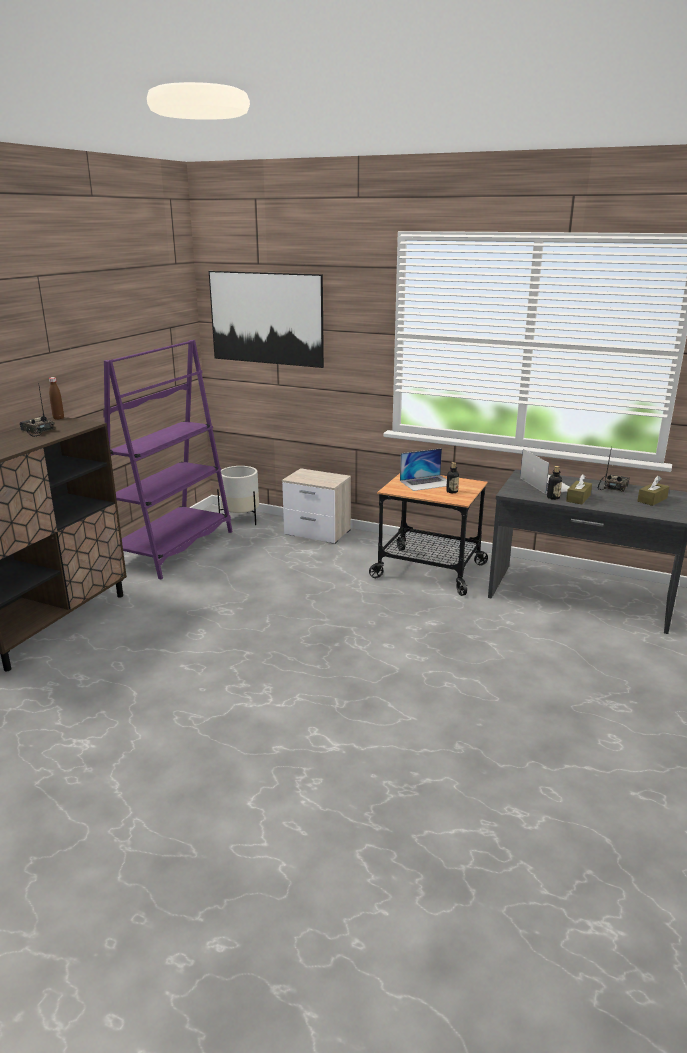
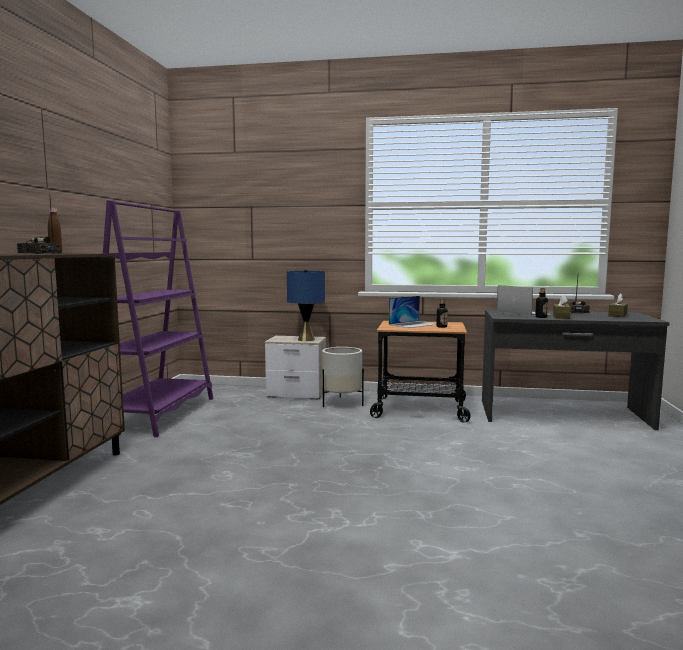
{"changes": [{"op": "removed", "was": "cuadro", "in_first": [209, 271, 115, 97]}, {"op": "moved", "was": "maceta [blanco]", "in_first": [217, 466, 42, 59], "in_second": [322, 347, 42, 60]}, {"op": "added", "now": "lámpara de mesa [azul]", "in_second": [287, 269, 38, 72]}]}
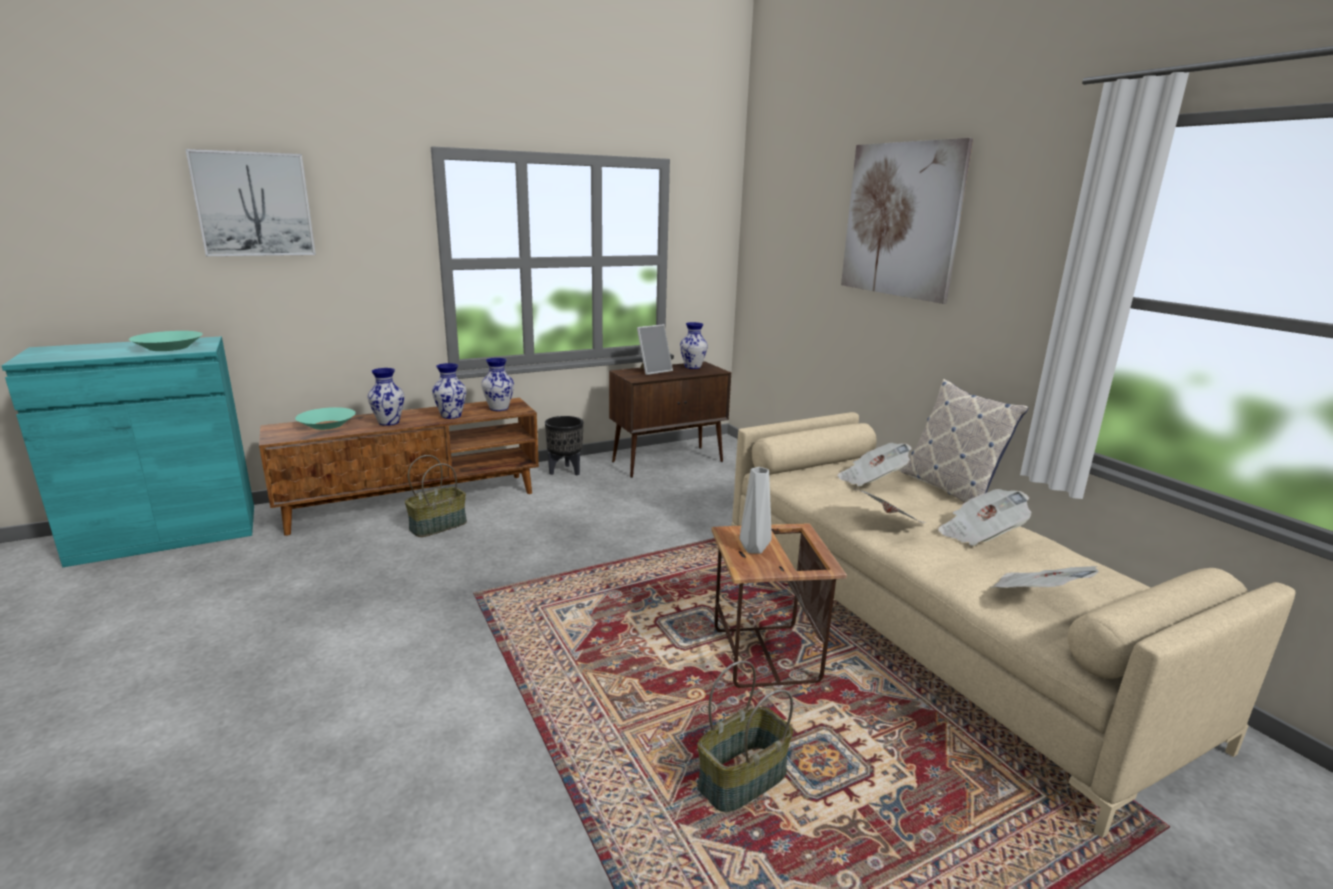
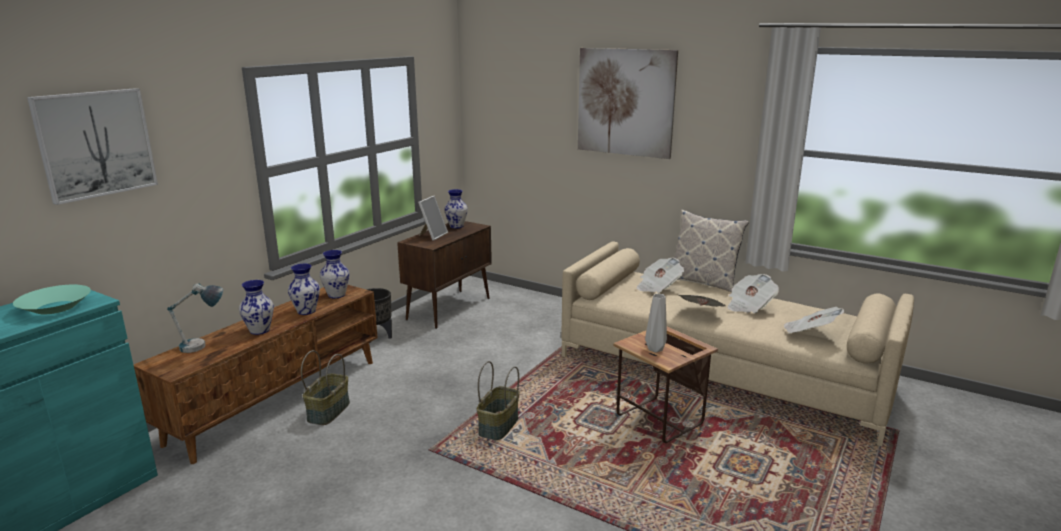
{"changes": [{"op": "replaced", "was": "cuenco [turquesa]", "now": "lámpara de mesa", "in_first": [295, 407, 61, 23], "in_second": [167, 283, 56, 70]}, {"op": "moved", "was": "cesta", "in_first": [697, 661, 96, 151], "in_second": [477, 361, 42, 79]}]}
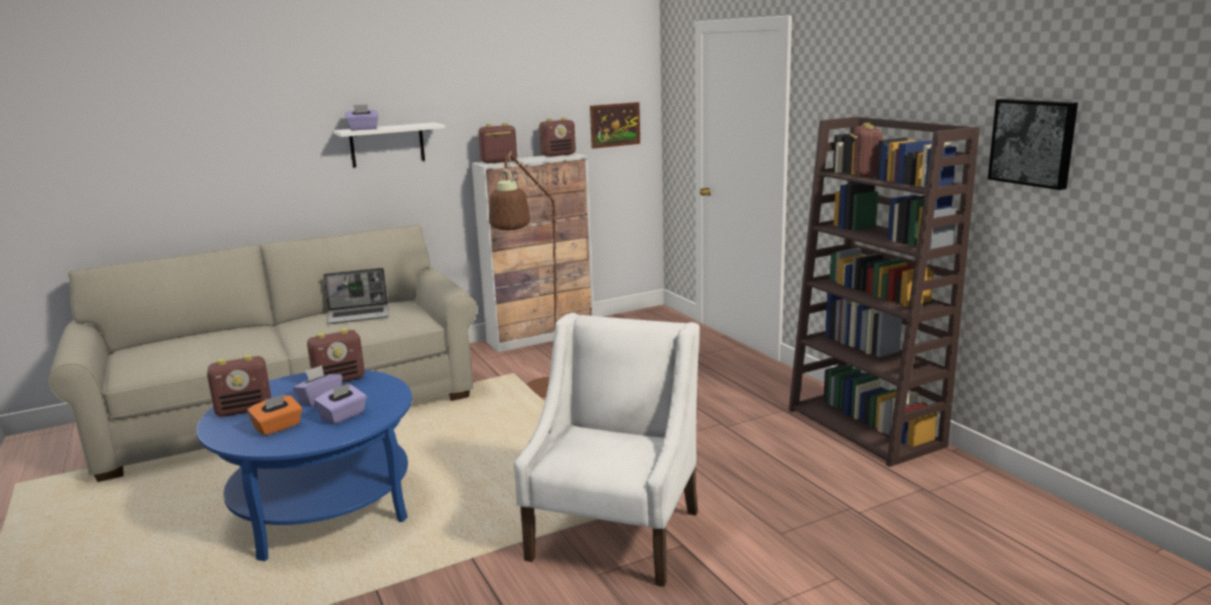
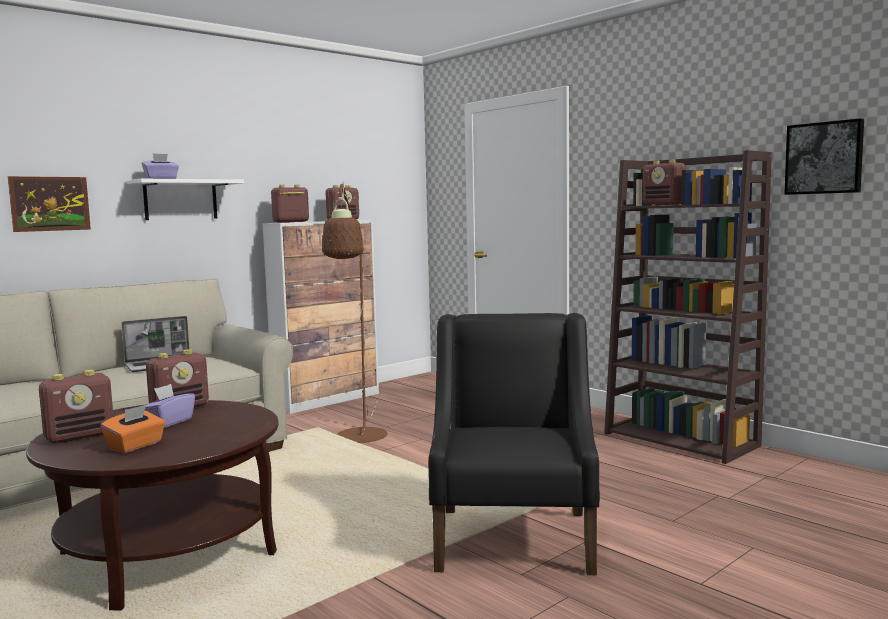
{"changes": [{"op": "moved", "was": "cuadro", "in_first": [590, 102, 50, 47], "in_second": [8, 176, 83, 56]}, {"op": "turned", "was": "radio", "in_first": [850, 123, 33, 54], "in_second": [643, 160, 43, 45], "clockwise": 150}, {"op": "recoloured", "was": "sillón [blanco]", "now": "sillón [negro]", "in_first": [514, 313, 186, 274], "in_second": [429, 313, 171, 262]}, {"op": "recoloured", "was": "mesa de centro [azul]", "now": "mesa de centro [marrón]", "in_first": [196, 370, 216, 191], "in_second": [26, 400, 252, 210]}, {"op": "removed", "was": "caja de pañuelos [morado]", "in_first": [314, 383, 53, 41]}]}
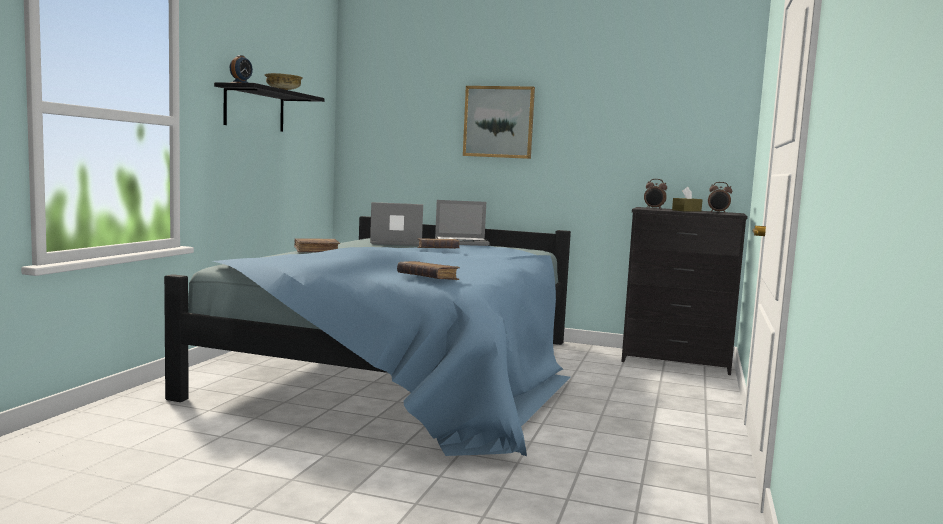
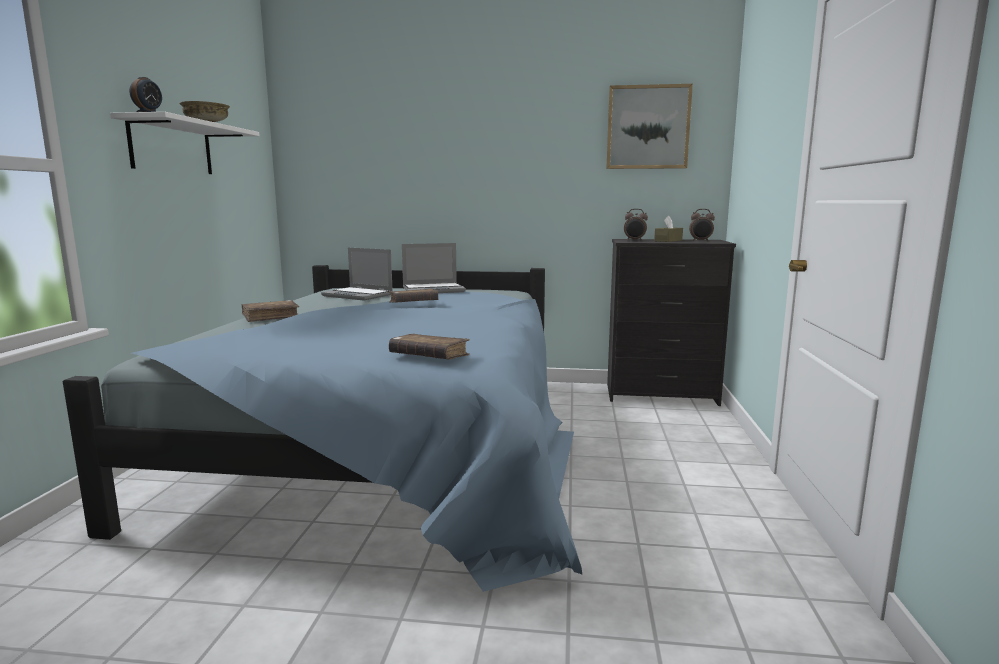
{"changes": [{"op": "recoloured", "was": "estante [negro]", "now": "estante [blanco]", "in_first": [214, 82, 110, 50], "in_second": [110, 112, 149, 62]}, {"op": "moved", "was": "cuadro", "in_first": [463, 86, 72, 73], "in_second": [606, 84, 87, 85]}, {"op": "turned", "was": "portátil", "in_first": [370, 202, 53, 44], "in_second": [321, 248, 72, 53], "clockwise": -135}]}
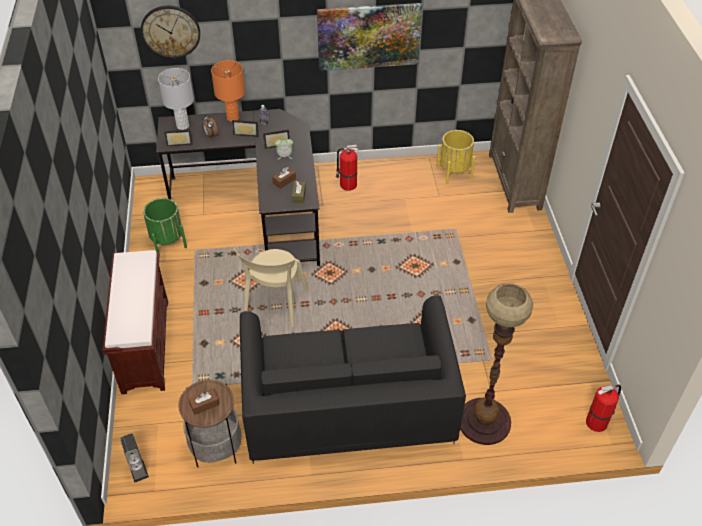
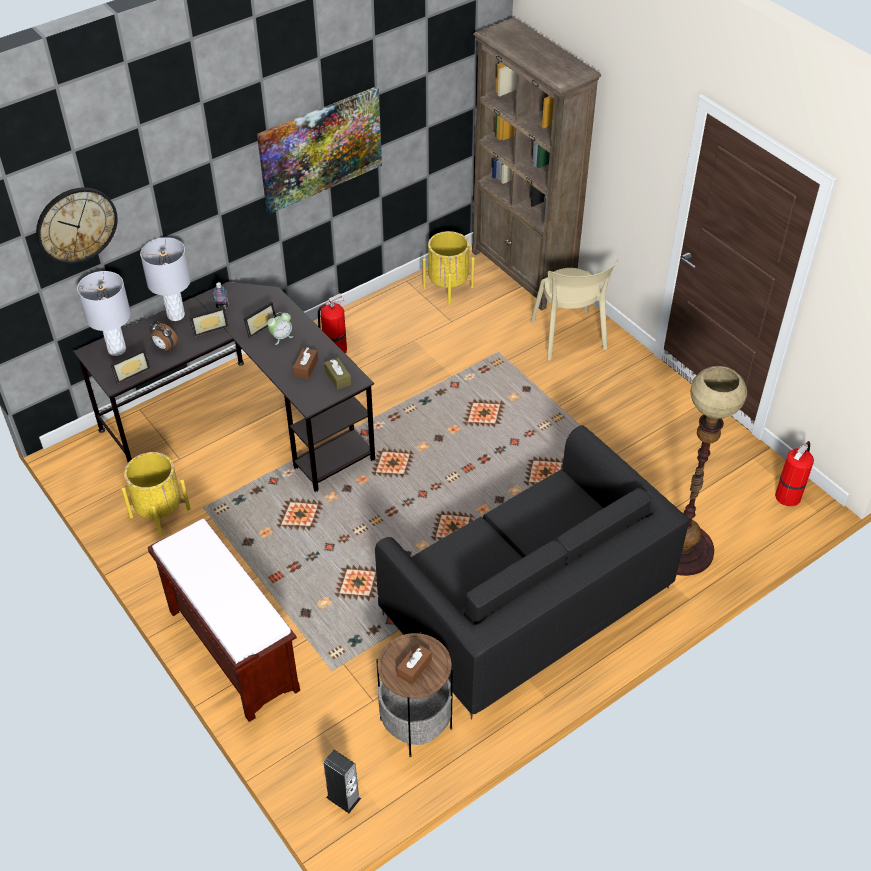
{"changes": [{"op": "recoloured", "was": "lámpara de mesa [naranja]", "now": "lámpara de mesa [gris]", "in_first": [211, 60, 34, 62], "in_second": [140, 237, 51, 84]}, {"op": "recoloured", "was": "maceta [verde]", "now": "maceta [amarillo]", "in_first": [143, 198, 44, 59], "in_second": [121, 452, 70, 85]}, {"op": "moved", "was": "silla [beis]", "in_first": [234, 247, 74, 80], "in_second": [530, 259, 89, 101]}]}
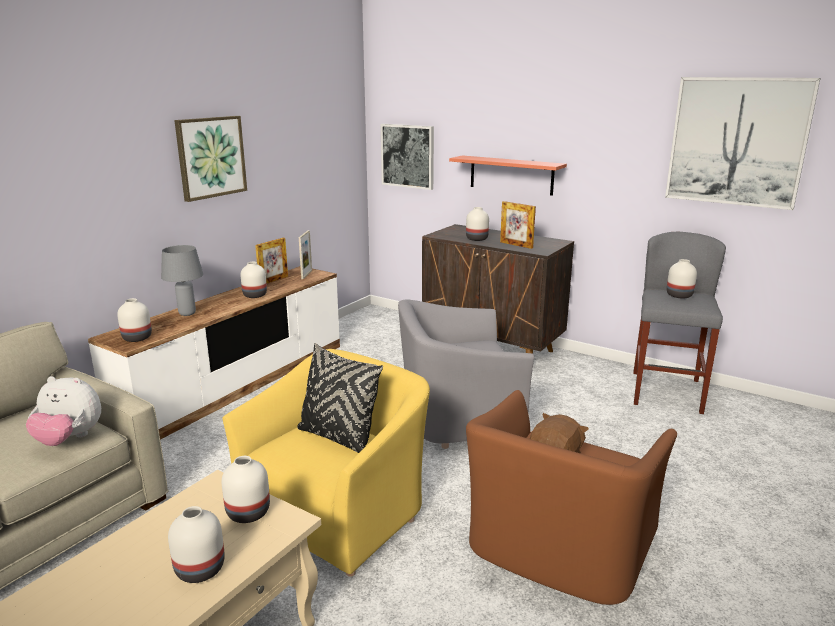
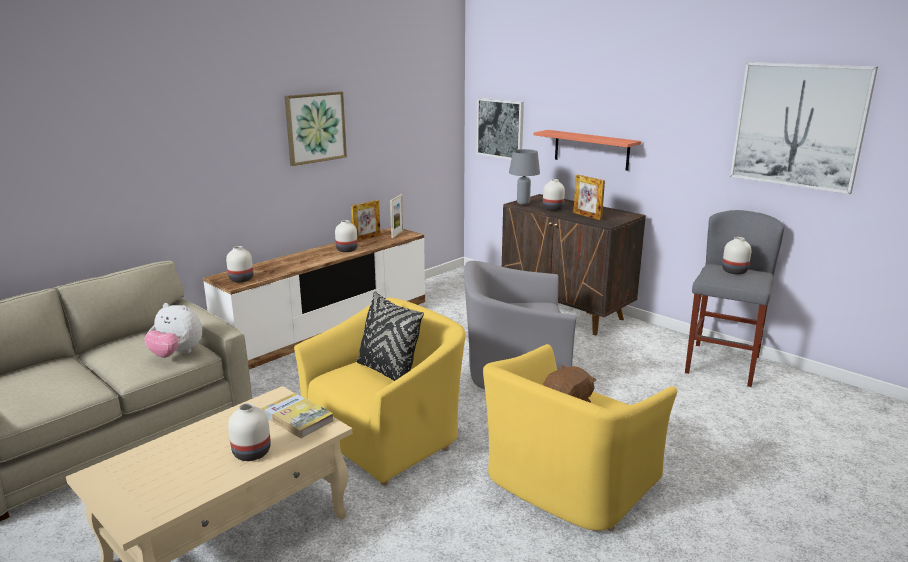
{"changes": [{"op": "moved", "was": "lámpara de mesa [gris]", "in_first": [161, 245, 42, 71], "in_second": [509, 149, 31, 56]}, {"op": "recoloured", "was": "sillón [marrón]", "now": "sillón [amarillo]", "in_first": [466, 390, 211, 215], "in_second": [483, 344, 194, 187]}, {"op": "replaced", "was": "florero [blanco]", "now": "libro", "in_first": [222, 456, 48, 67], "in_second": [262, 393, 72, 45]}]}
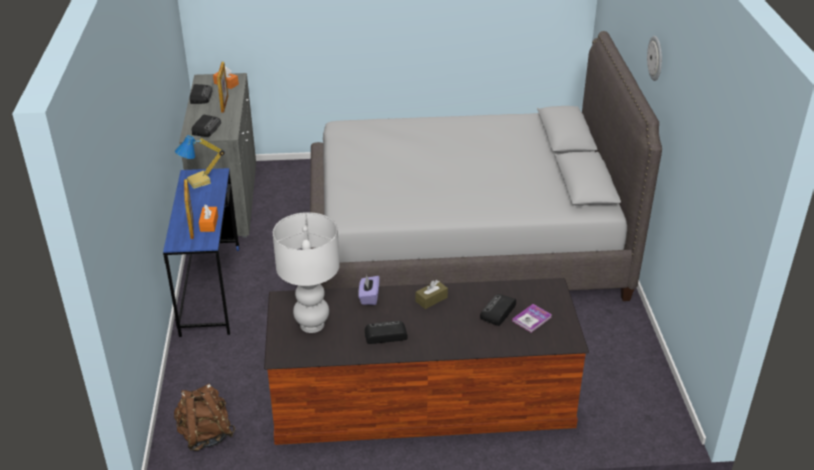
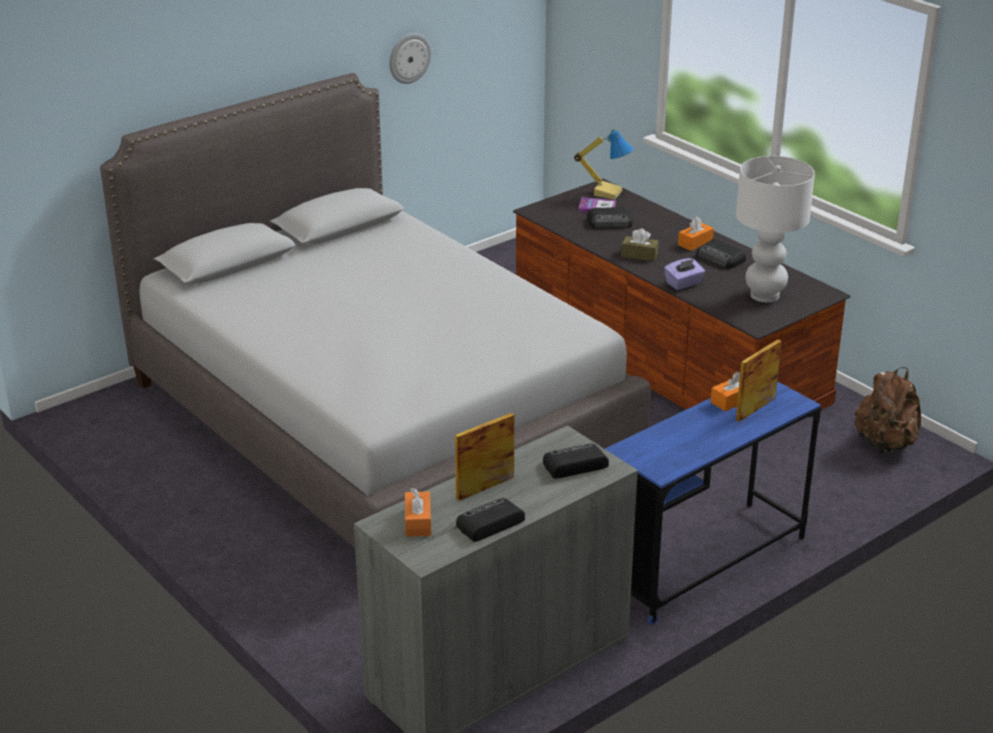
{"changes": [{"op": "moved", "was": "reloj de pared", "in_first": [647, 36, 15, 45], "in_second": [389, 33, 43, 51]}, {"op": "moved", "was": "lámpara de mesa", "in_first": [175, 135, 50, 54], "in_second": [574, 129, 60, 70]}, {"op": "added", "now": "caja de pañuelos [naranja]", "in_second": [678, 217, 36, 34]}]}
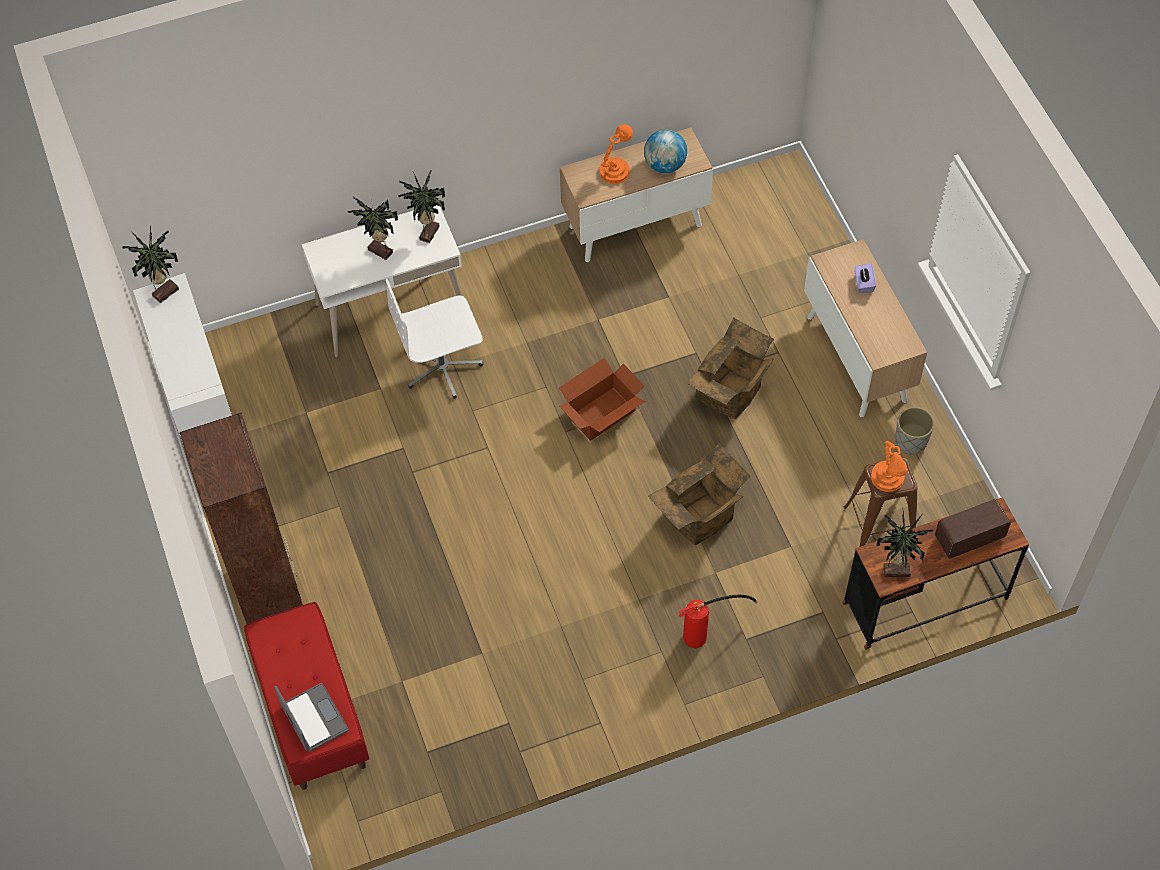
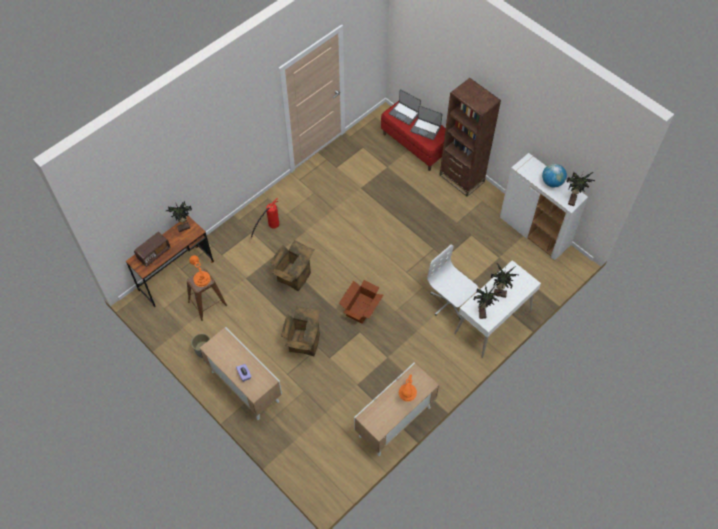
{"changes": [{"op": "moved", "was": "globo terráqueo", "in_first": [644, 129, 43, 44], "in_second": [542, 163, 25, 24]}, {"op": "turned", "was": "silla de oficina [blanco]", "in_first": [386, 279, 97, 120], "in_second": [427, 245, 51, 74], "clockwise": -90}, {"op": "added", "now": "portátil", "in_second": [410, 105, 32, 35]}]}
